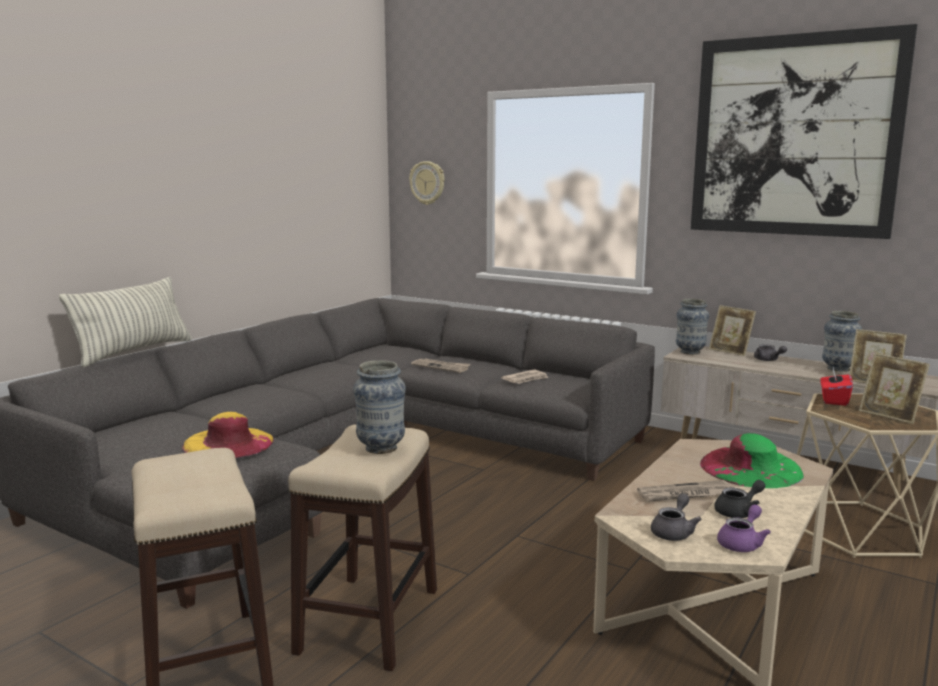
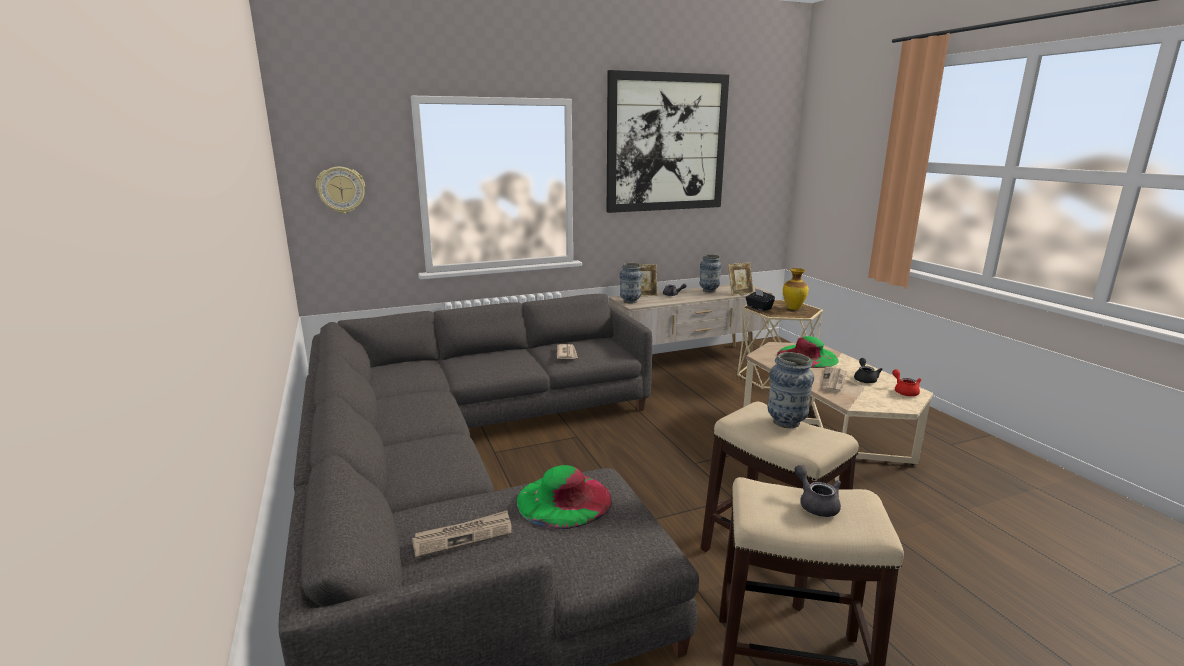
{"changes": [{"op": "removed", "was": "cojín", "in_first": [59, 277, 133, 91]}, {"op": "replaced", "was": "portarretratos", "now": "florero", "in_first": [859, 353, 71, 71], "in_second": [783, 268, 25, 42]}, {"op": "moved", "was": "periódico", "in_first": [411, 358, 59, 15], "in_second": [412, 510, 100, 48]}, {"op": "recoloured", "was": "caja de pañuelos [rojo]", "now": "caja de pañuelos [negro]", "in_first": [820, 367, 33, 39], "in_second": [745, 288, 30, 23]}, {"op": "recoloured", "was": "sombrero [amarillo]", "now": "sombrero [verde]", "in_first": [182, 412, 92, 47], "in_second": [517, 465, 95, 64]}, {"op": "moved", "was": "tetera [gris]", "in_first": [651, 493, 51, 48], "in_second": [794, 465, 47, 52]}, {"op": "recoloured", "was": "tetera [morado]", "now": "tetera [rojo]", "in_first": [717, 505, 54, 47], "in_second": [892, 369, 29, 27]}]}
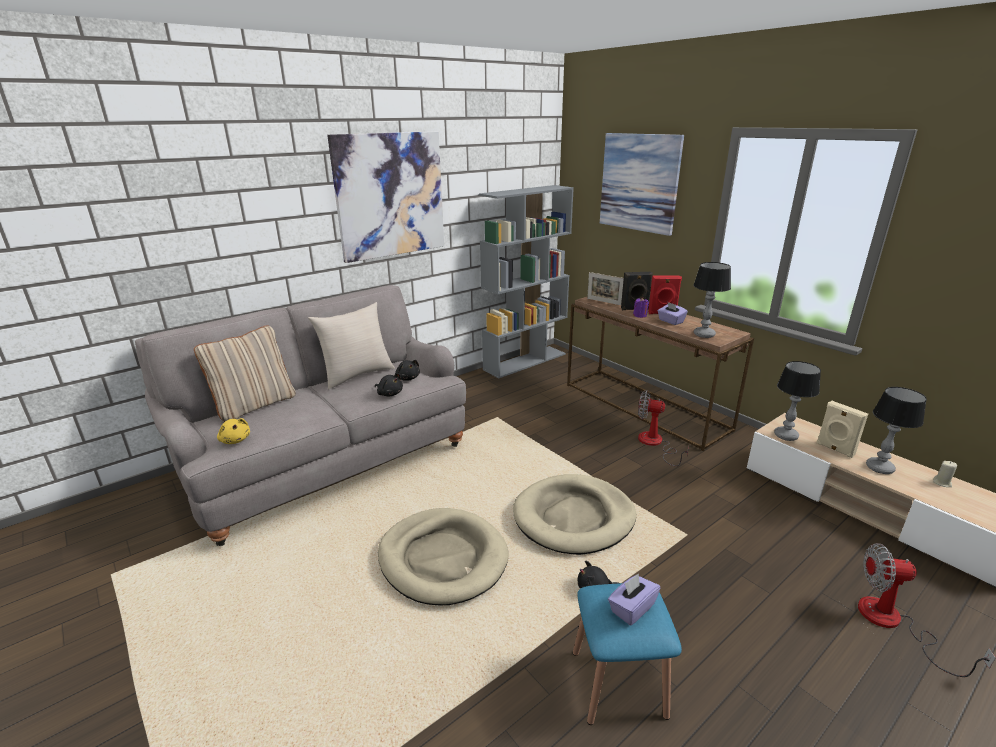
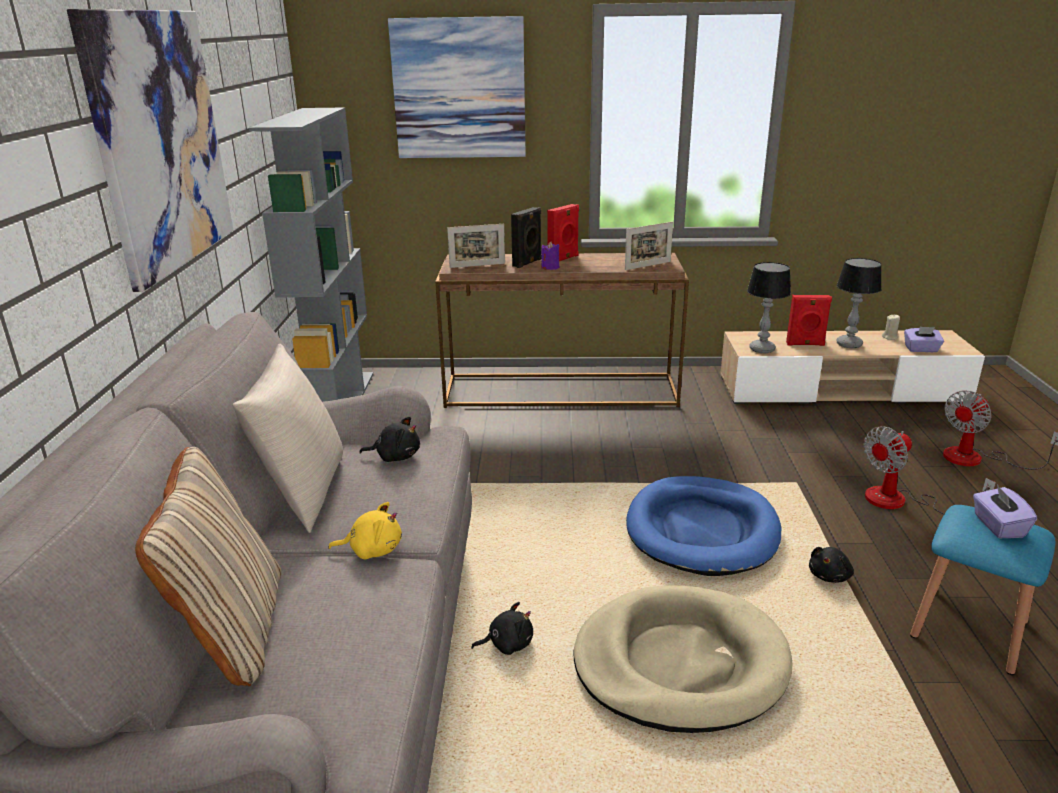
{"changes": [{"op": "replaced", "was": "lámpara de mesa", "now": "portarretratos", "in_first": [693, 262, 38, 76], "in_second": [625, 222, 48, 48]}, {"op": "moved", "was": "caja de pañuelos [morado]", "in_first": [658, 302, 30, 23], "in_second": [904, 327, 40, 25]}, {"op": "moved", "was": "peluche [negro]", "in_first": [375, 373, 28, 23], "in_second": [471, 602, 62, 53]}, {"op": "moved", "was": "ventilador", "in_first": [638, 390, 51, 76], "in_second": [864, 426, 132, 88]}, {"op": "recoloured", "was": "altavoz [beis]", "now": "altavoz [rojo]", "in_first": [817, 401, 51, 57], "in_second": [786, 295, 46, 51]}, {"op": "moved", "was": "peluche [amarillo]", "in_first": [217, 418, 33, 26], "in_second": [328, 502, 74, 57]}, {"op": "recoloured", "was": "cama para perro [beis]", "now": "cama para perro [azul]", "in_first": [513, 474, 123, 81], "in_second": [626, 476, 155, 100]}]}
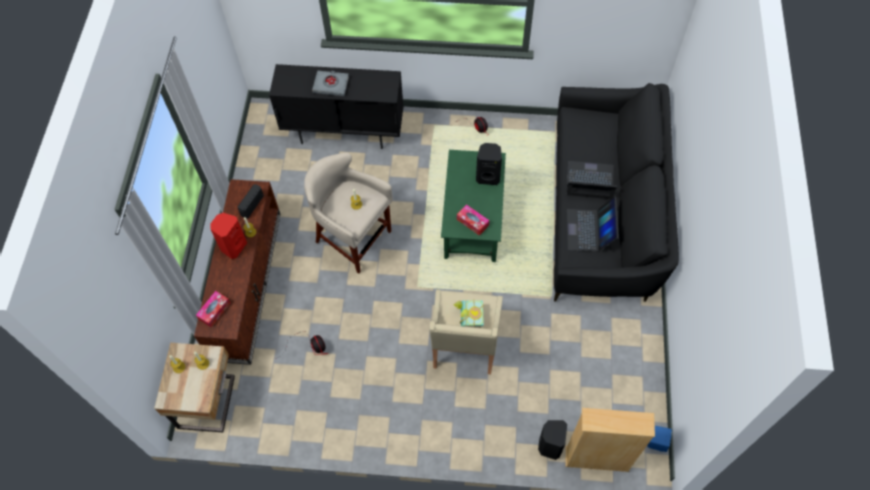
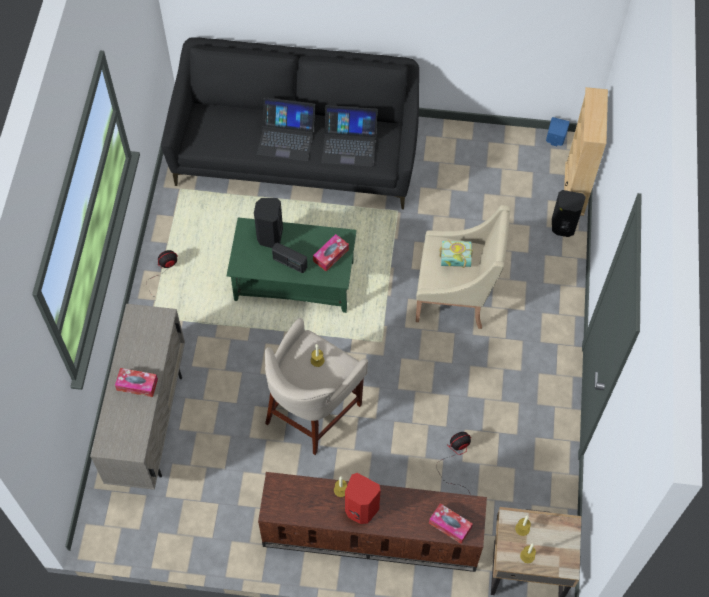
{"changes": [{"op": "recoloured", "was": "armario [negro]", "now": "armario [beis]", "in_first": [269, 64, 135, 85], "in_second": [90, 304, 95, 186]}, {"op": "replaced", "was": "libro [gris]", "now": "caja de pañuelos", "in_first": [312, 71, 37, 25], "in_second": [115, 368, 43, 29]}, {"op": "turned", "was": "portátil", "in_first": [566, 161, 51, 38], "in_second": [257, 97, 58, 64], "clockwise": -90}, {"op": "moved", "was": "radio", "in_first": [238, 184, 26, 35], "in_second": [272, 242, 35, 31]}]}
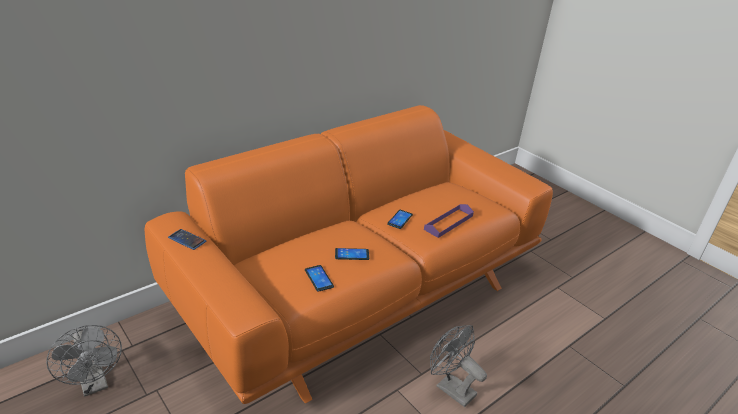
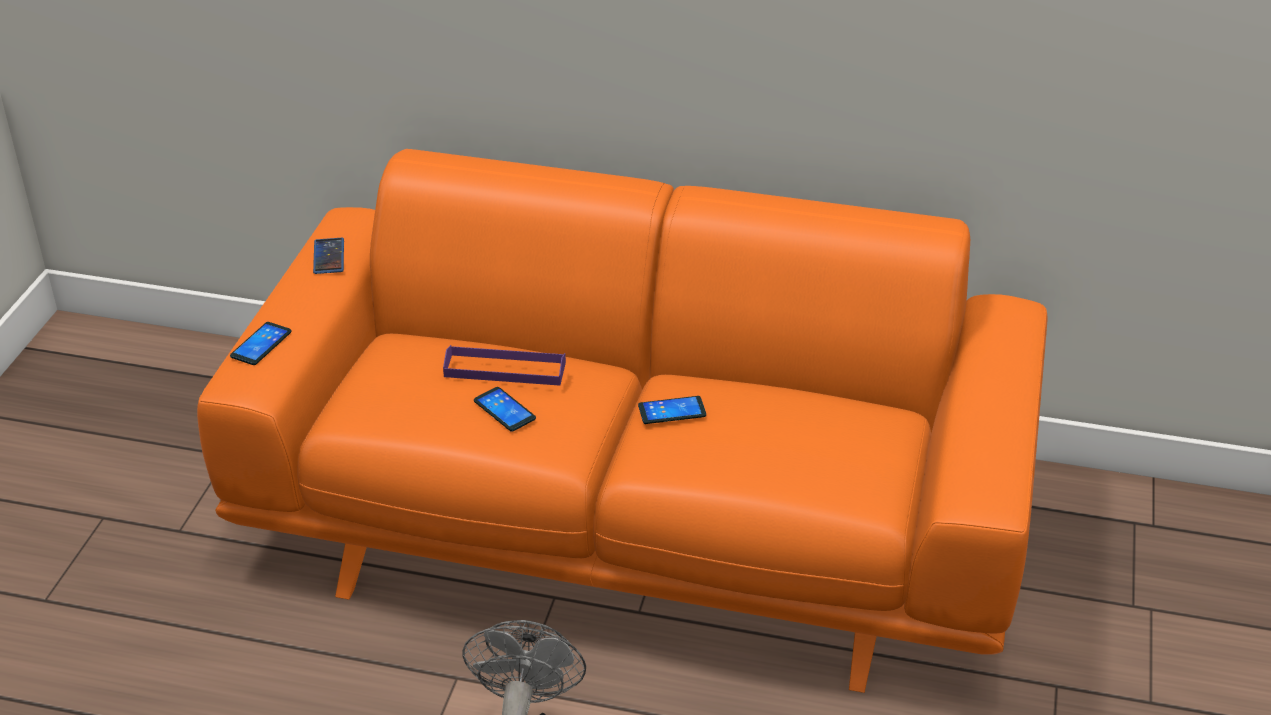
{"changes": [{"op": "moved", "was": "bandeja [morado]", "in_first": [424, 204, 50, 34], "in_second": [443, 345, 123, 41]}, {"op": "moved", "was": "móvil", "in_first": [305, 265, 29, 27], "in_second": [230, 322, 62, 43]}, {"op": "removed", "was": "ventilador [gris]", "in_first": [46, 325, 76, 71]}]}
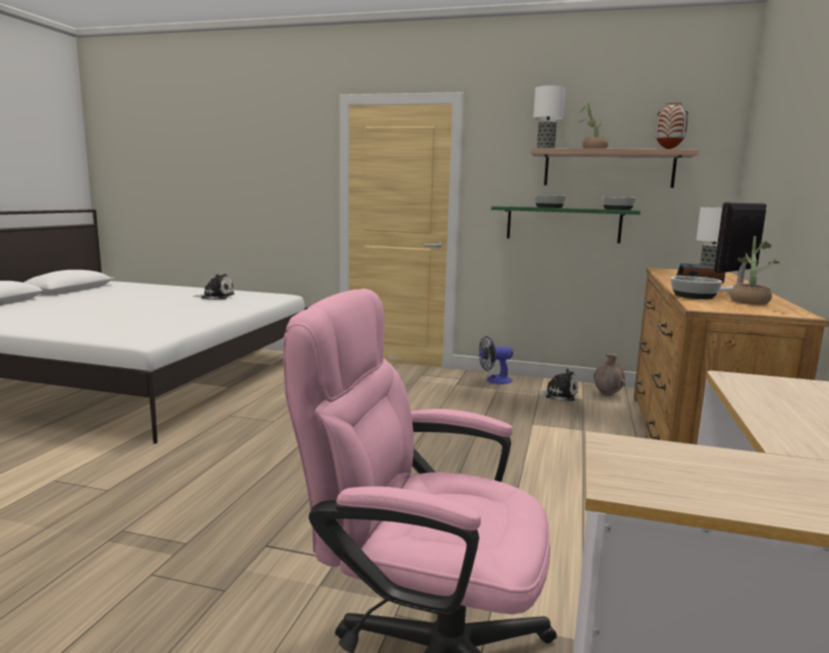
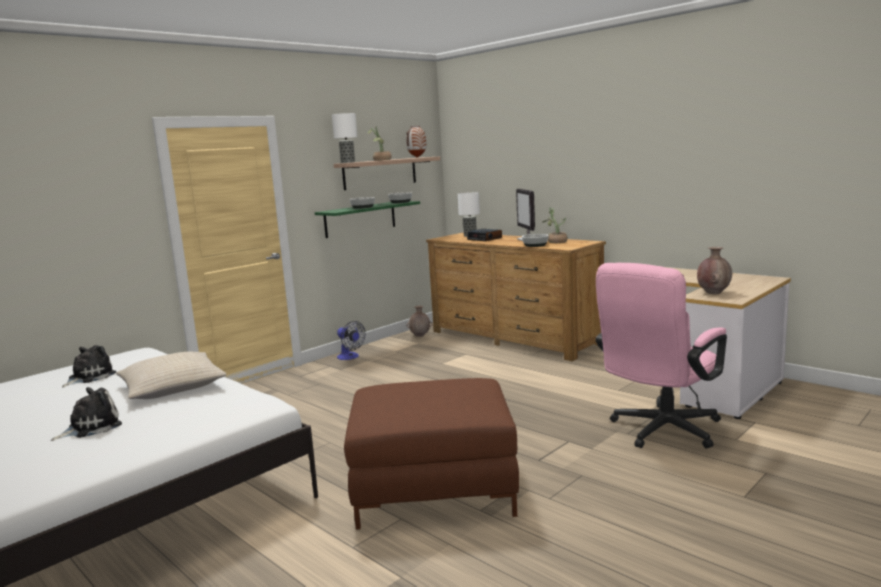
{"changes": [{"op": "turned", "was": "ventilador", "in_first": [479, 336, 34, 48], "in_second": [337, 321, 28, 39], "clockwise": -60}, {"op": "moved", "was": "peluche", "in_first": [533, 369, 45, 32], "in_second": [51, 387, 71, 54]}, {"op": "added", "now": "florero [marrón]", "in_second": [697, 247, 35, 47]}, {"op": "added", "now": "cojín [beis]", "in_second": [116, 352, 110, 47]}, {"op": "added", "now": "puf [marrón]", "in_second": [344, 378, 175, 152]}]}
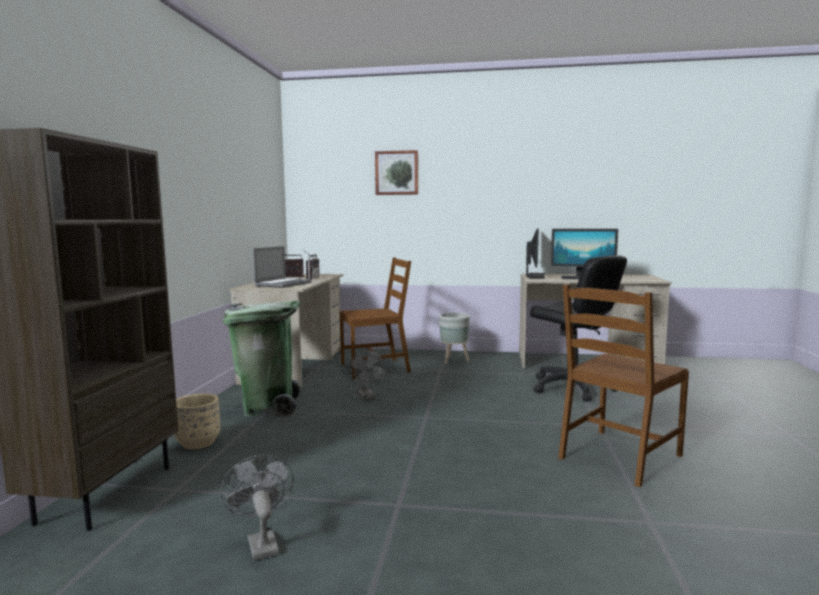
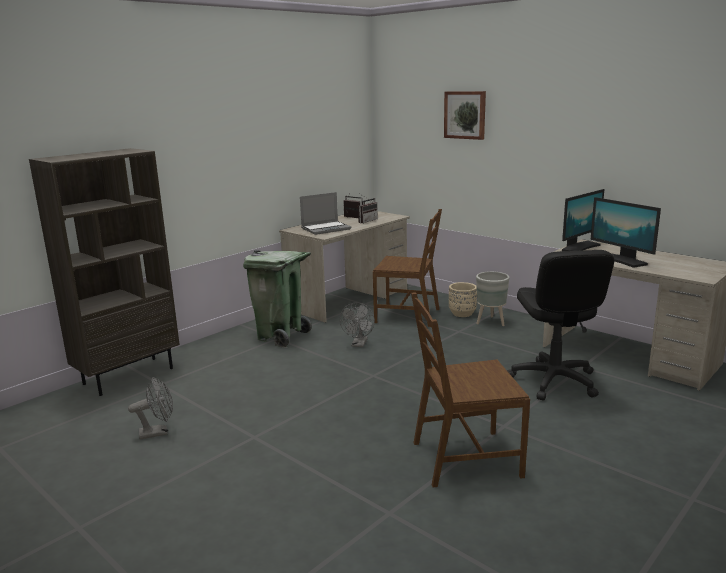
{"changes": [{"op": "moved", "was": "maceta [beis]", "in_first": [174, 394, 46, 56], "in_second": [449, 282, 28, 35]}, {"op": "turned", "was": "ventilador [gris]", "in_first": [220, 454, 74, 107], "in_second": [128, 377, 45, 63], "clockwise": 60}]}
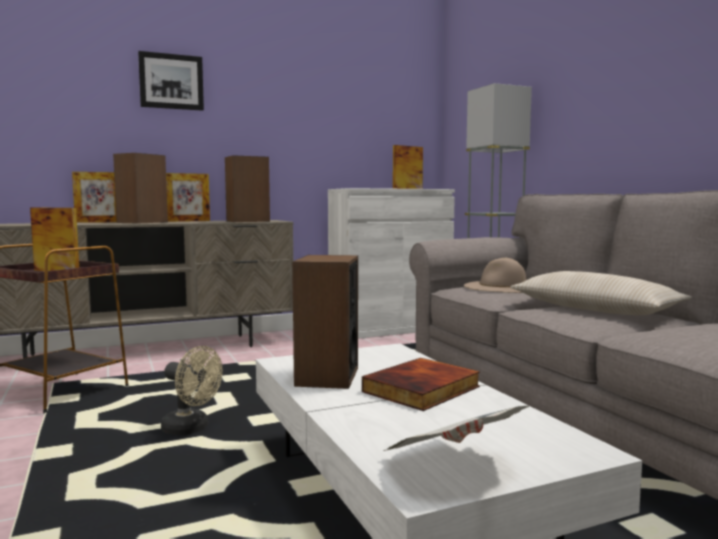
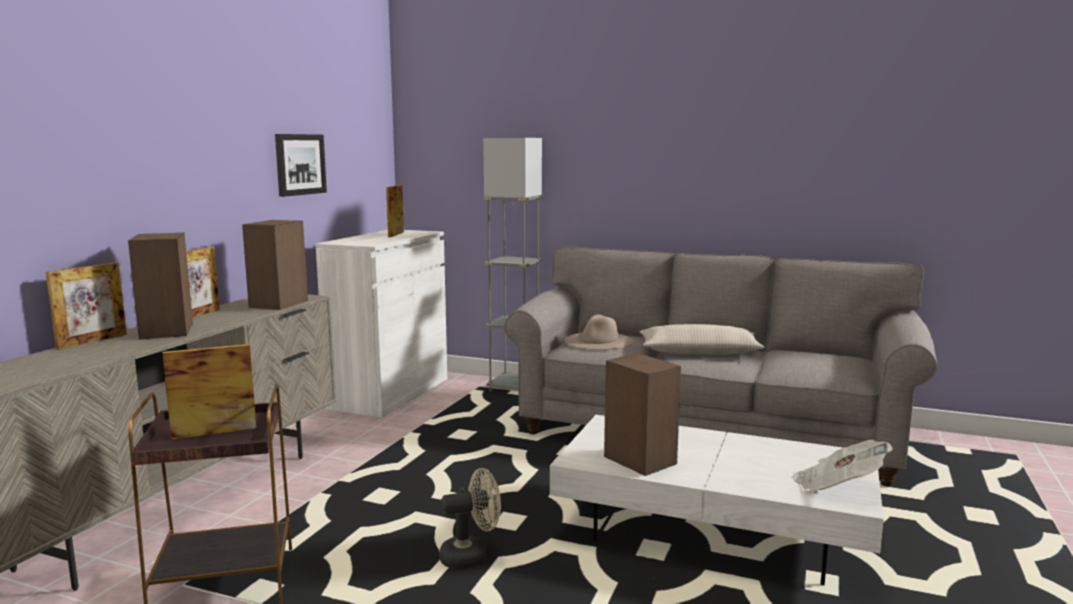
{"changes": [{"op": "moved", "was": "cuadro", "in_first": [138, 51, 66, 60], "in_second": [275, 134, 52, 63]}, {"op": "removed", "was": "libro", "in_first": [362, 358, 118, 53]}]}
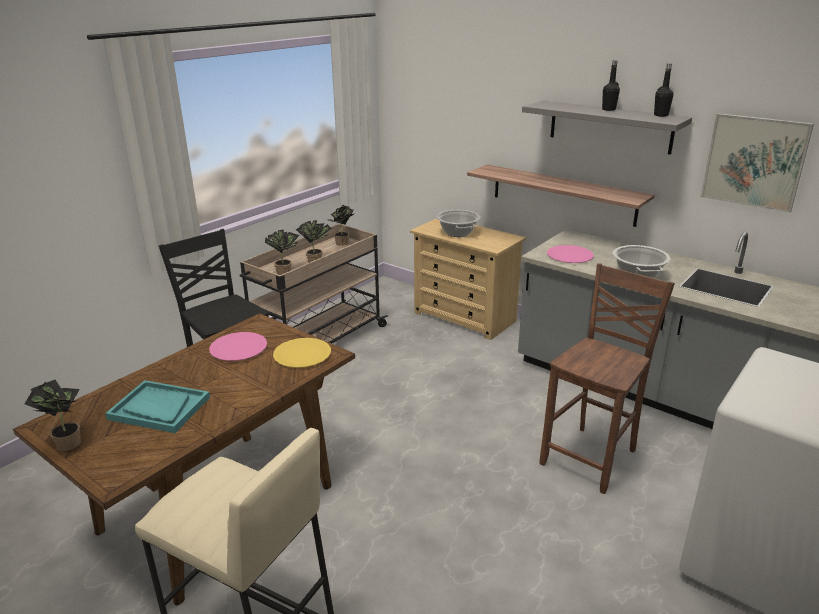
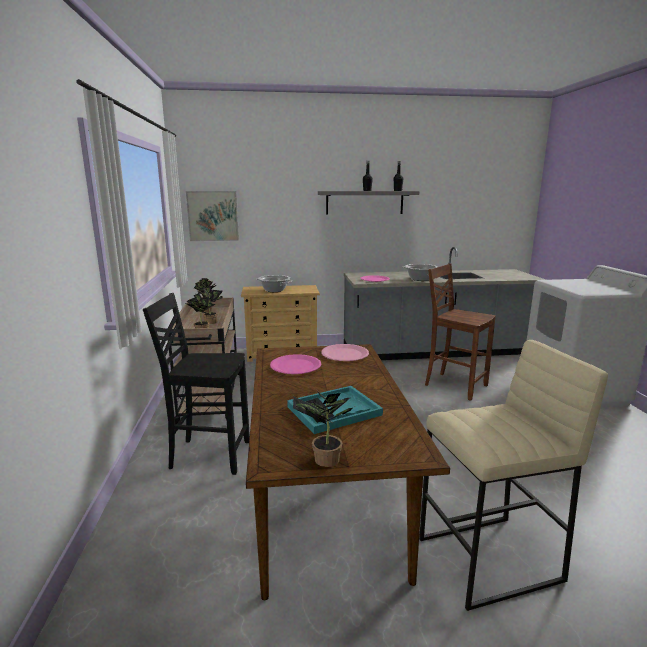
{"changes": [{"op": "moved", "was": "cuadro", "in_first": [701, 113, 113, 100], "in_second": [186, 191, 53, 50]}, {"op": "removed", "was": "estante", "in_first": [467, 164, 188, 63]}, {"op": "turned", "was": "silla [marrón]", "in_first": [539, 263, 136, 231], "in_second": [425, 263, 71, 138], "clockwise": -45}, {"op": "recoloured", "was": "plato [amarillo]", "now": "plato [rosa]", "in_first": [273, 338, 58, 30], "in_second": [321, 344, 48, 17]}]}
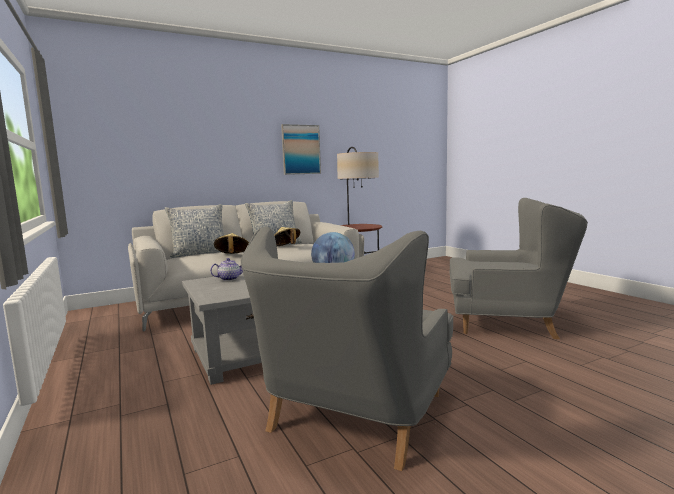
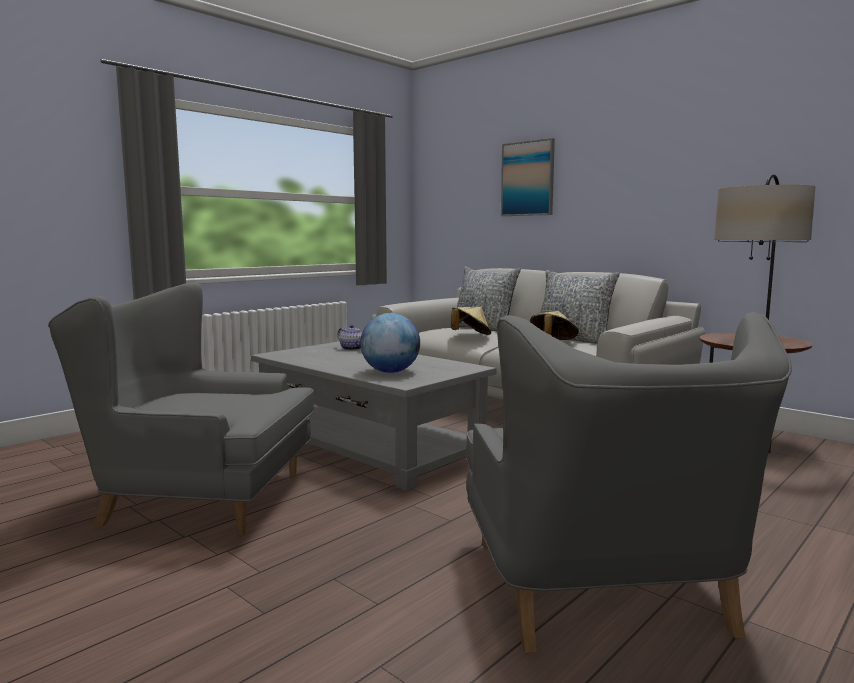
{"changes": [{"op": "moved", "was": "cuadro", "in_first": [281, 124, 40, 51], "in_second": [501, 138, 54, 78]}]}
